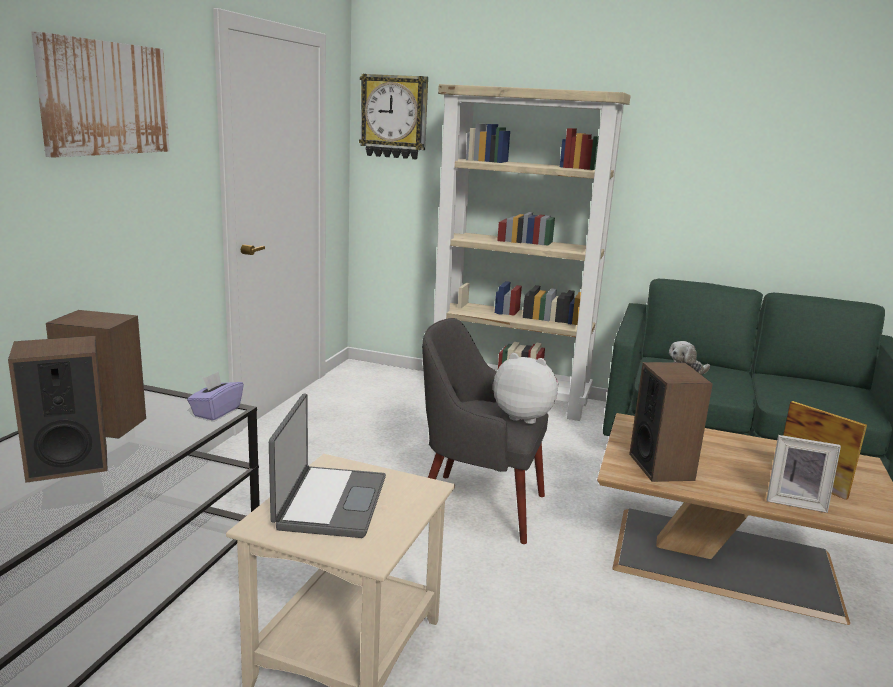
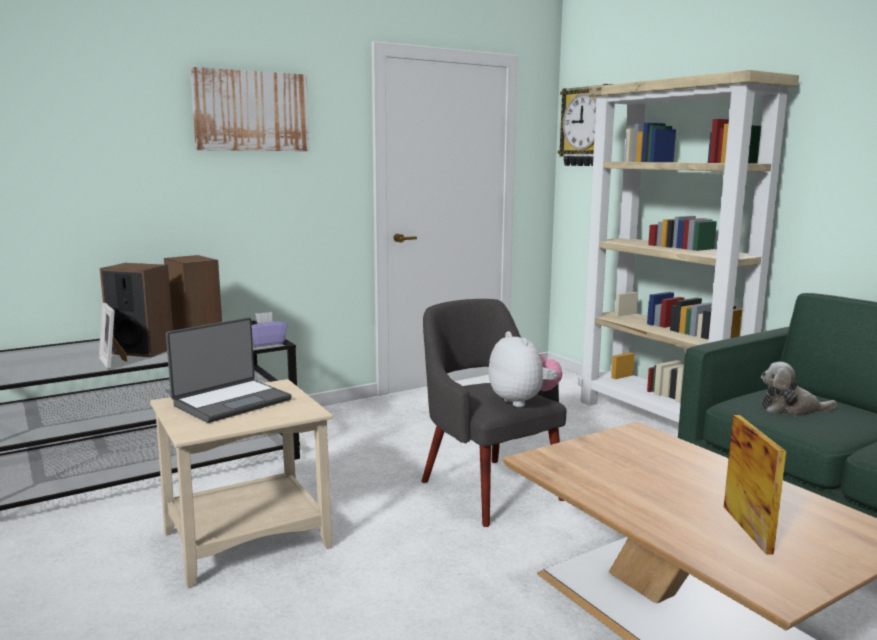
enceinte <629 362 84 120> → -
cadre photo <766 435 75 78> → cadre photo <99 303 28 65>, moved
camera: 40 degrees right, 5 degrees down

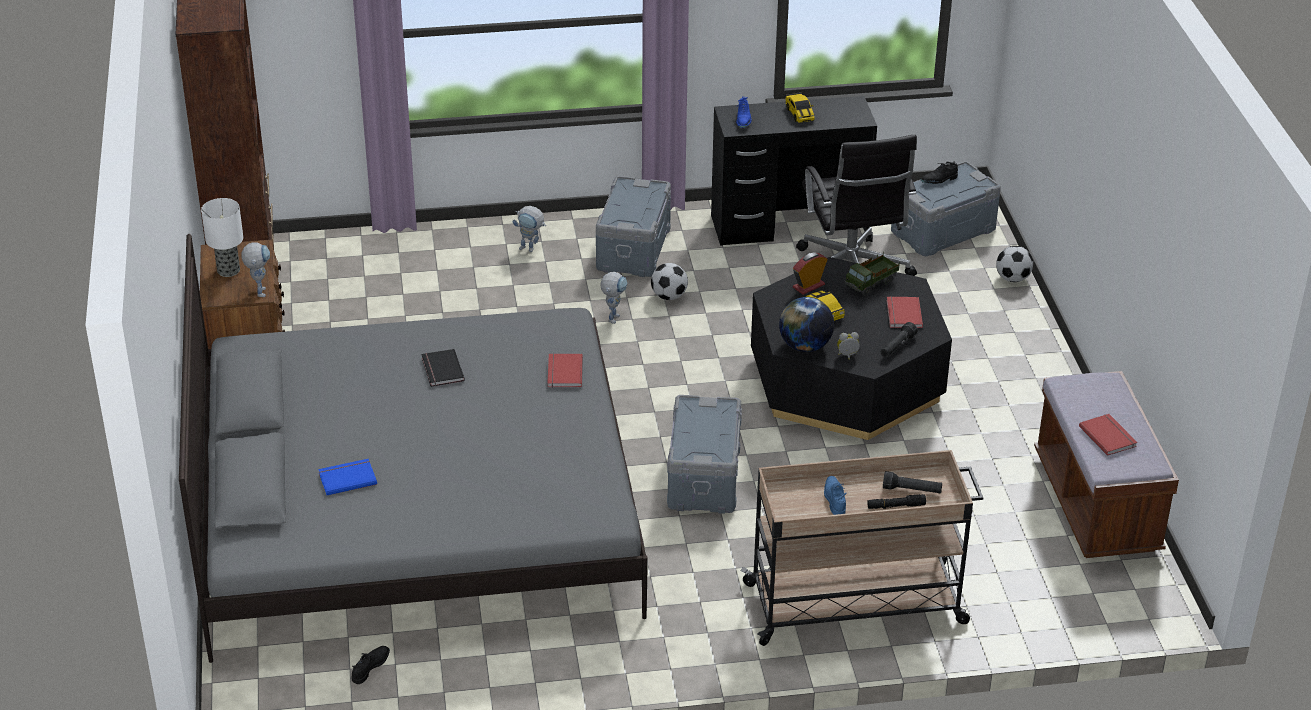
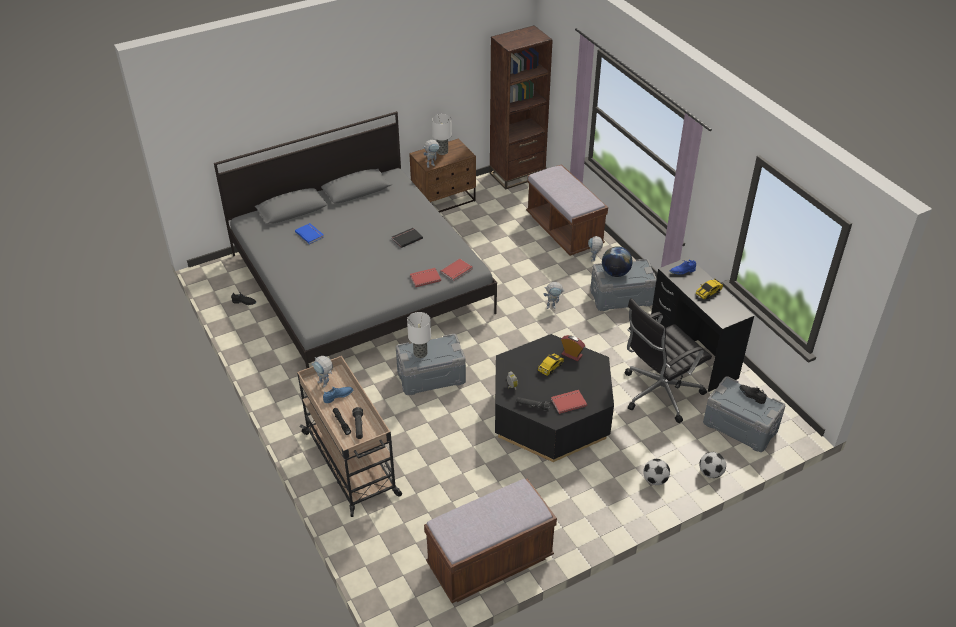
ballon de foot <651 263 37 37> → ballon de foot <643 459 27 26>, moved
globe <779 297 55 55> → globe <602 246 30 31>, moved
camion jouet <844 252 56 44> → -
livre (rouge) <1079 414 59 42> → livre (rouge) <440 259 32 22>, moved
- → robot jouet <312 356 21 32>
- → lampe de table <407 312 24 46>
- → banc (marron) <526 164 82 92>
camera: 70 degrees right, 5 degrees up

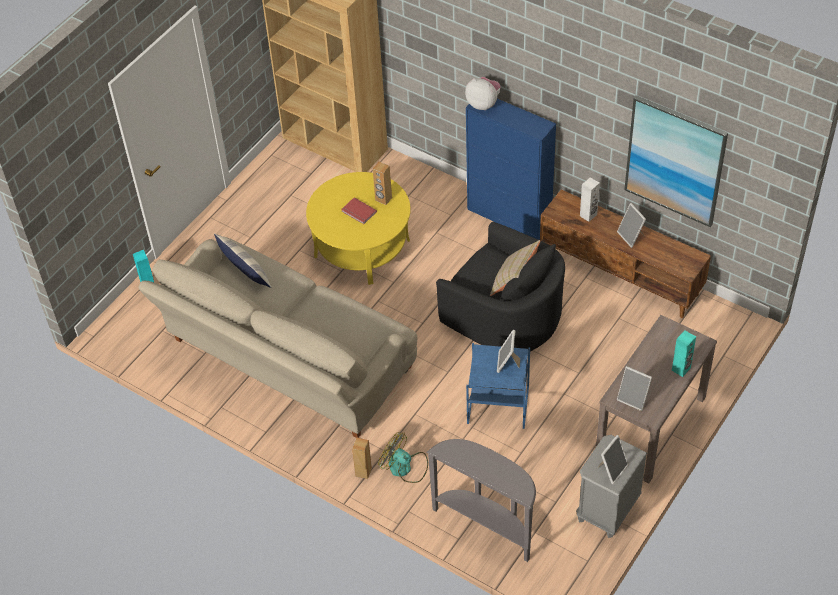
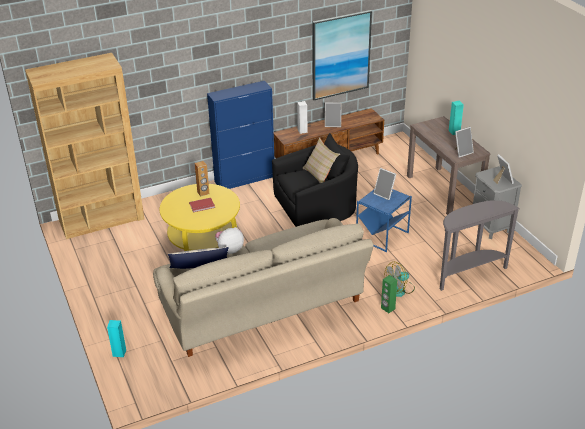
enceinte (marron) <352 437 20 42> → enceinte (vert) <381 275 16 38>
peluche <465 77 36 33> → peluche <215 227 29 28>, moved
camera: 60 degrees left, 15 degrees down

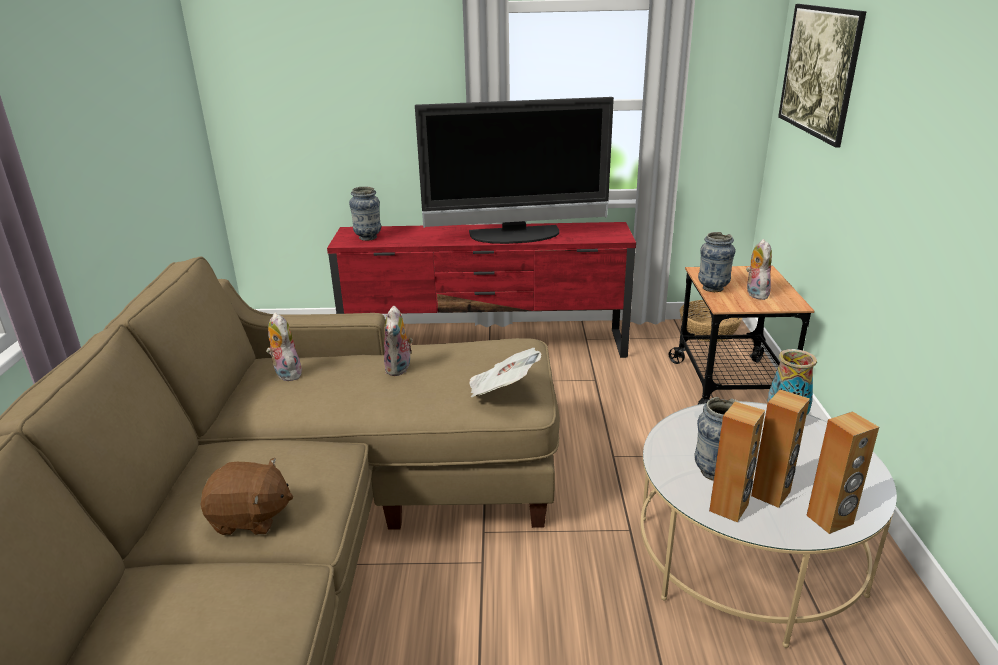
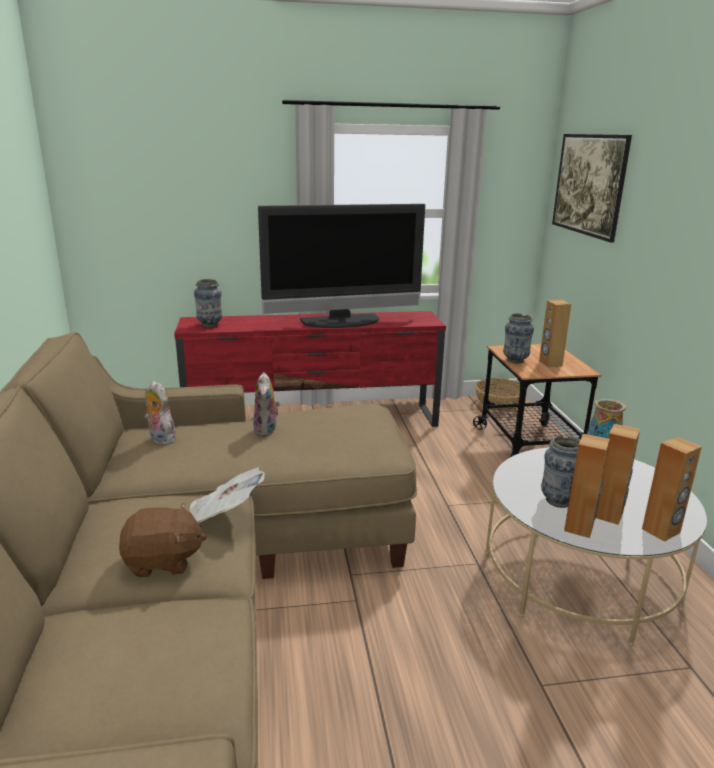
journal <470 348 71 49> → journal <189 467 76 56>, moved
peluche <746 239 26 61> → enceinte (marron) <539 300 32 67>
camera: 10 degrees left, 5 degrees down

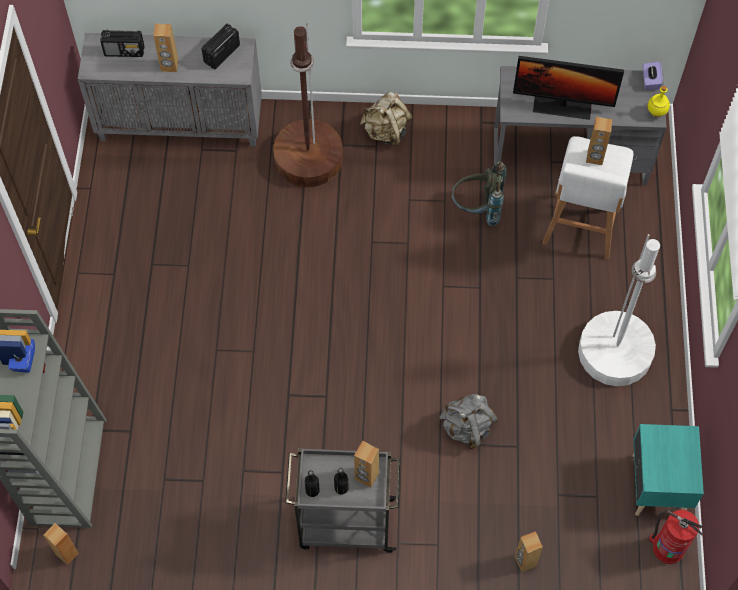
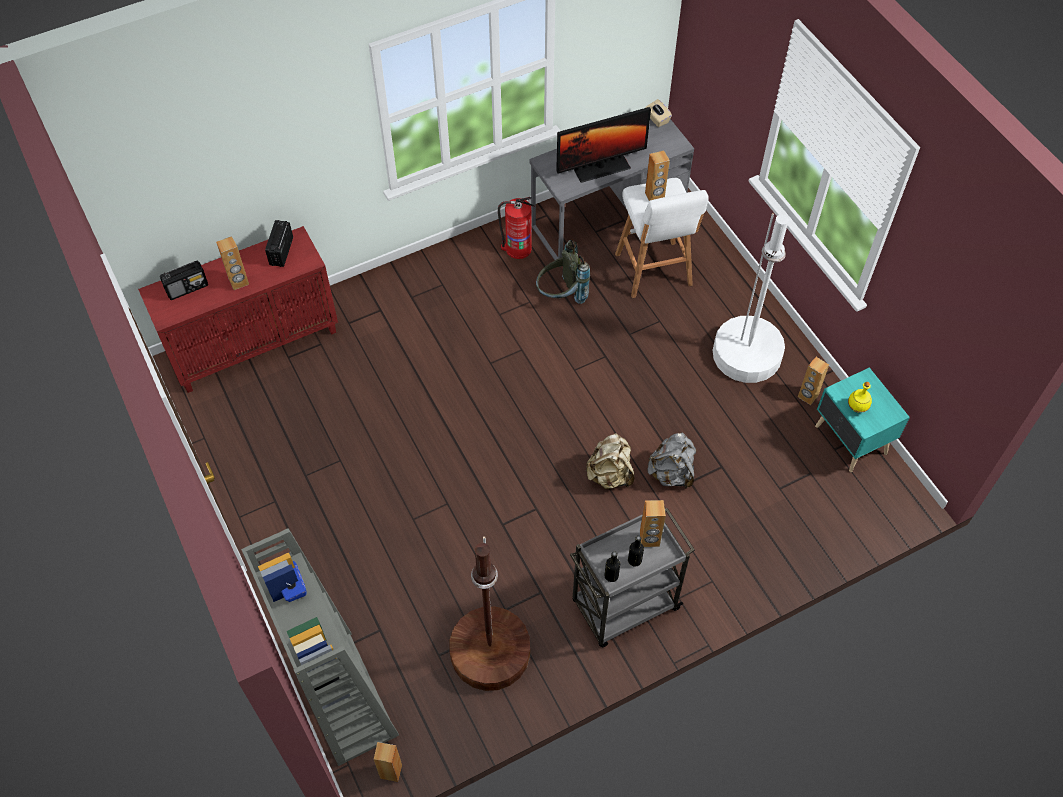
meuble de rangement (gris) <78 33 184 114> → meuble de rangement (rouge) <138 226 200 167>
lampadaire (marron) <273 24 70 163> → lampadaire (marron) <449 536 81 155>, moved
sac à dos (beige) <360 92 53 55> → sac à dos (beige) <586 433 48 56>, moved
enceinte (marron) <515 531 28 41> → enceinte (marron) <798 357 31 48>, moved
boîte à mouchoirs (violet) <643 61 20 29> → boîte à mouchoirs (beige) <645 99 27 28>
bouteille (jaune) <647 86 23 31> → bouteille (jaune) <848 382 24 31>, moved
extincteur <649 510 54 54> → extincteur <498 197 37 62>, moved
camera: 30 degrees left, 5 degrees down

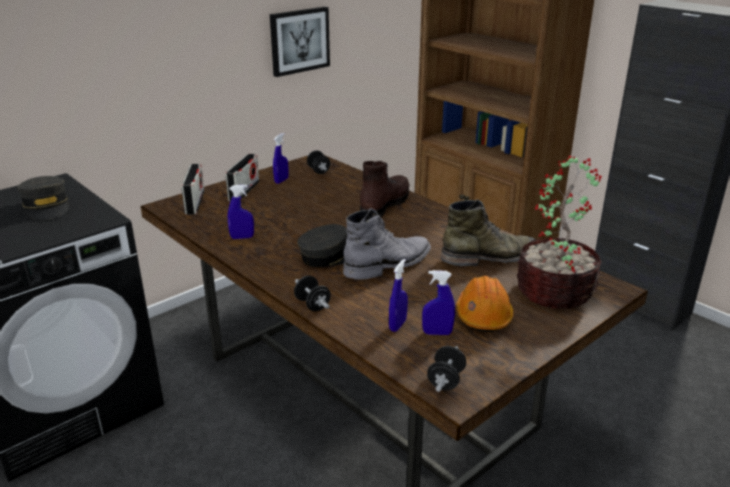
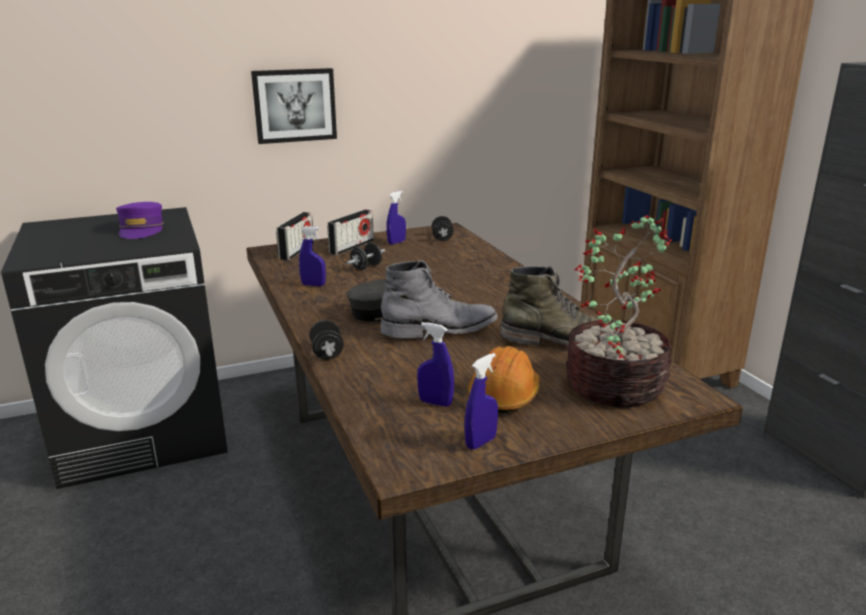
casquette (gris) <17 176 53 44> → casquette (violet) <116 202 48 37>
tableau <270 7 60 70> → tableau <251 68 86 76>, moved
botte (marron) <360 161 49 56> → -
vaporisateur (bleu) <389 259 19 73> → vaporisateur (bleu) <465 353 33 97>, moved
haltère (noir) <427 346 39 46> → haltère (noir) <347 243 38 27>, moved
camera: 20 degrees right, 5 degrees down

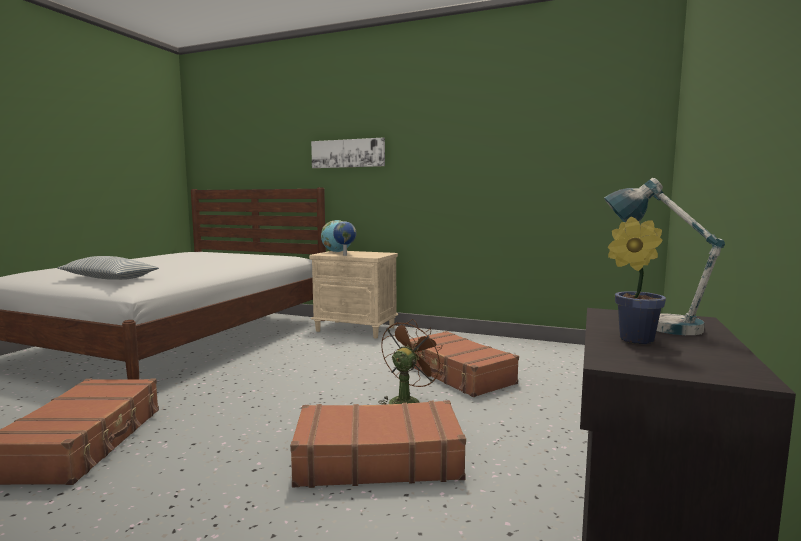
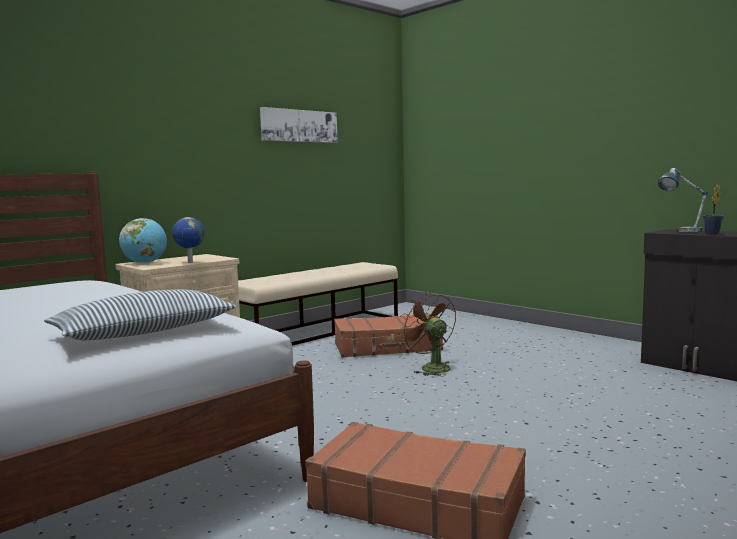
valise (marron) <290 400 176 88> → -
tableau <311 137 74 31> → tableau <260 107 78 36>, moved
- → banc (beige) <238 262 160 84>
camera: 65 degrees left, 0 degrees up

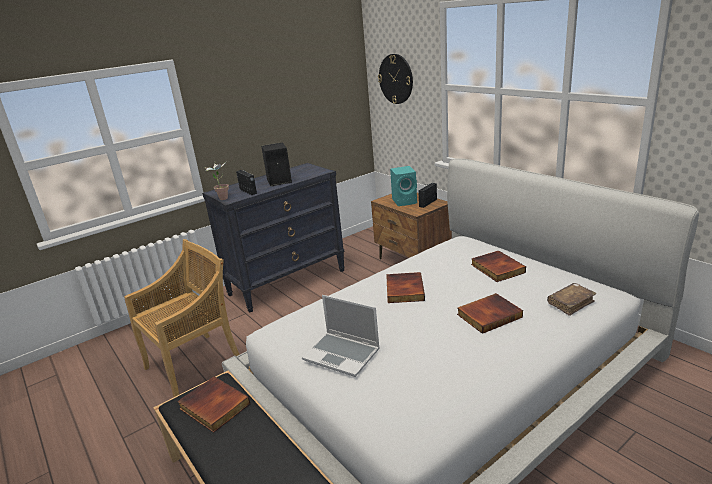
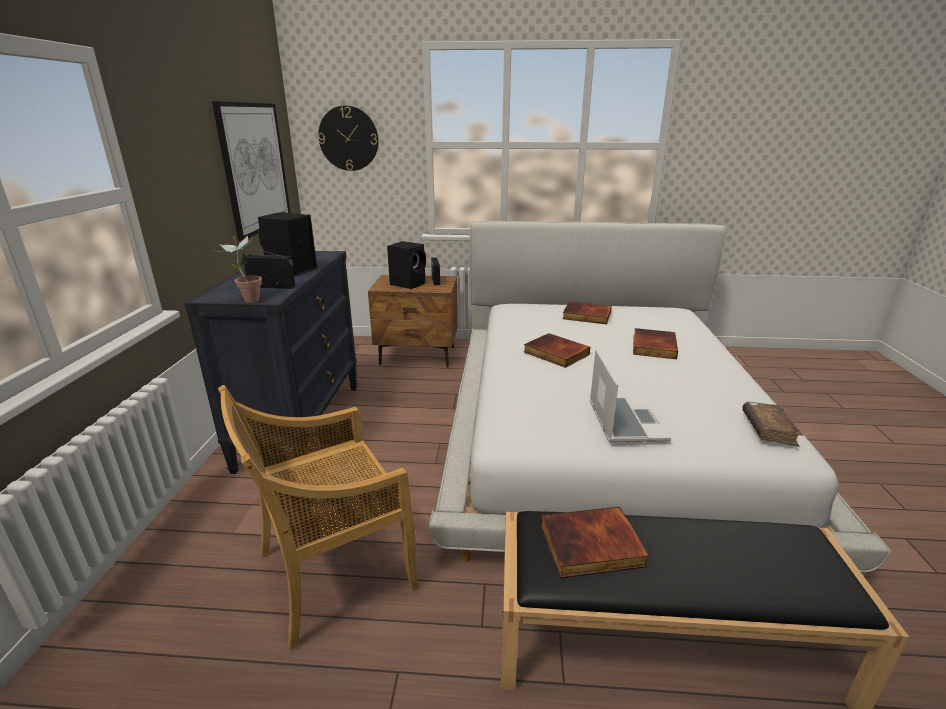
chaise (beige) <124 239 116 158> → chaise (beige) <218 385 202 265>, 120 degrees counterclockwise
ordinateur portable <302 295 78 82> → ordinateur portable <590 349 81 93>, 75 degrees counterclockwise
enceinte (turquoise) <390 166 27 40> → enceinte (noir) <387 241 39 48>
livre (marron) <547 283 49 33> → livre (marron) <742 402 61 45>, moved
- → tableau <212 101 79 140>
camera: 50 degrees left, 0 degrees up

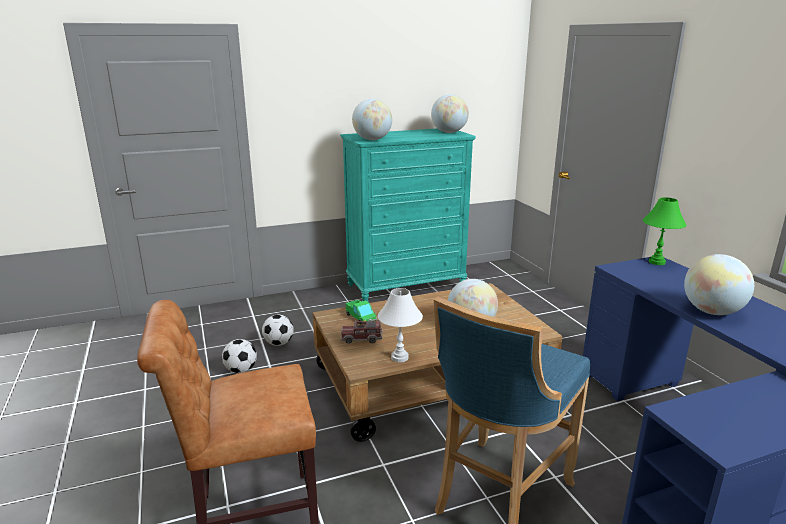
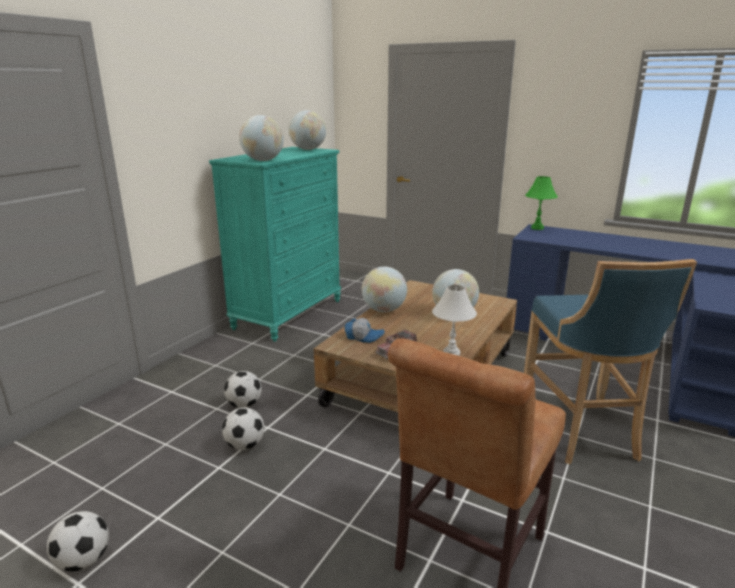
camion jouet <345 300 32 24> → casquette <345 318 40 25>
globe <684 254 70 61> → globe <362 267 45 45>, moved
- → ballon de foot <47 511 62 61>
camera: 40 degrees left, 0 degrees up

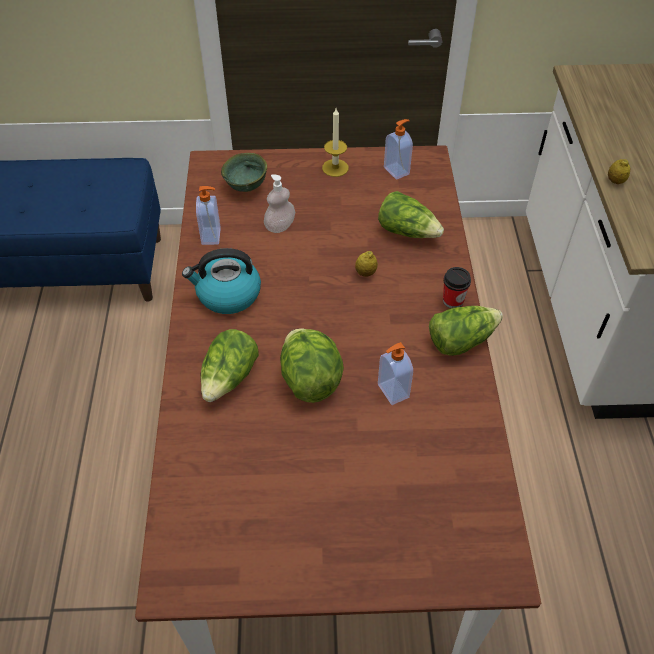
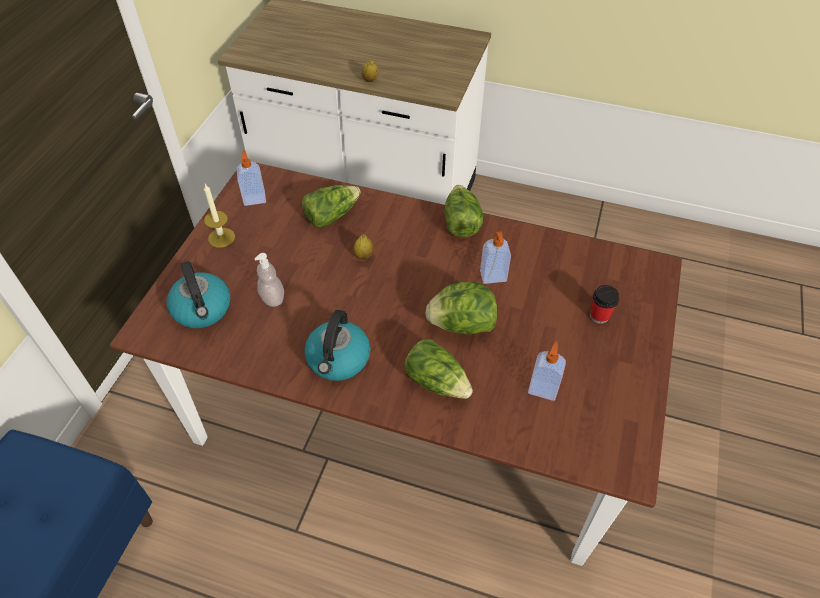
distributeur de savon <196 186 25 59> → distributeur de savon <528 341 38 60>, moved
bol (vert) <221 153 46 39> → bouilloire <166 261 65 67>
tasse <443 267 28 41> → tasse <590 285 29 39>, moved
camera: 70 degrees left, 0 degrees up

